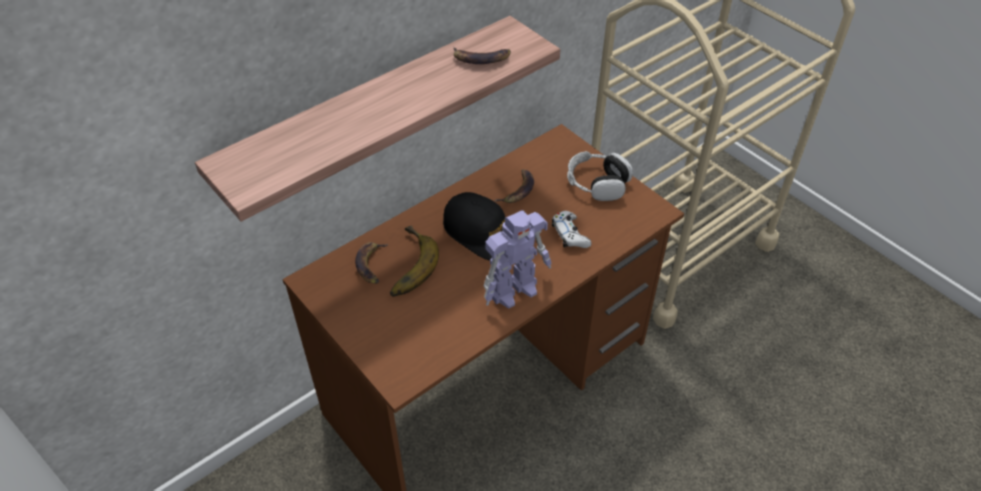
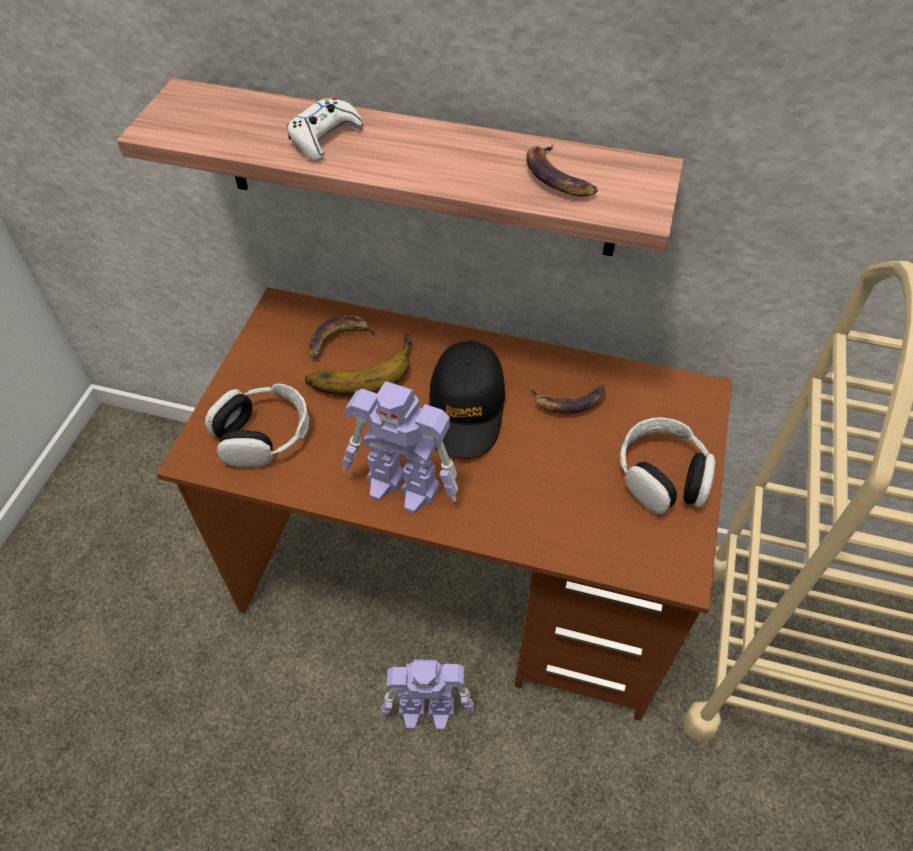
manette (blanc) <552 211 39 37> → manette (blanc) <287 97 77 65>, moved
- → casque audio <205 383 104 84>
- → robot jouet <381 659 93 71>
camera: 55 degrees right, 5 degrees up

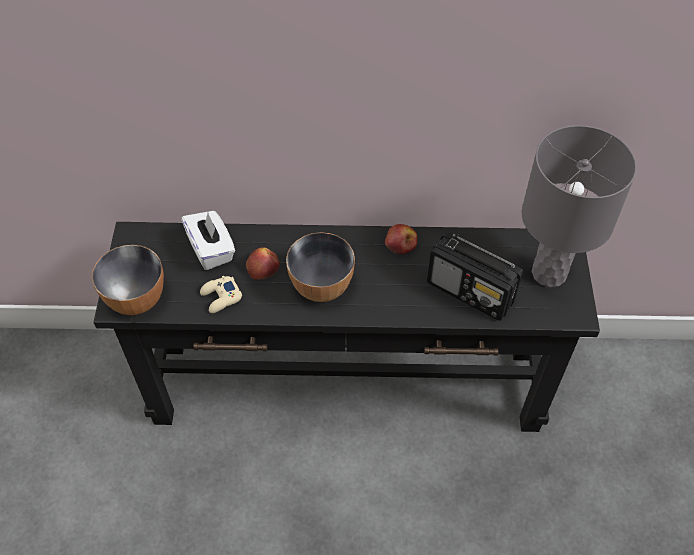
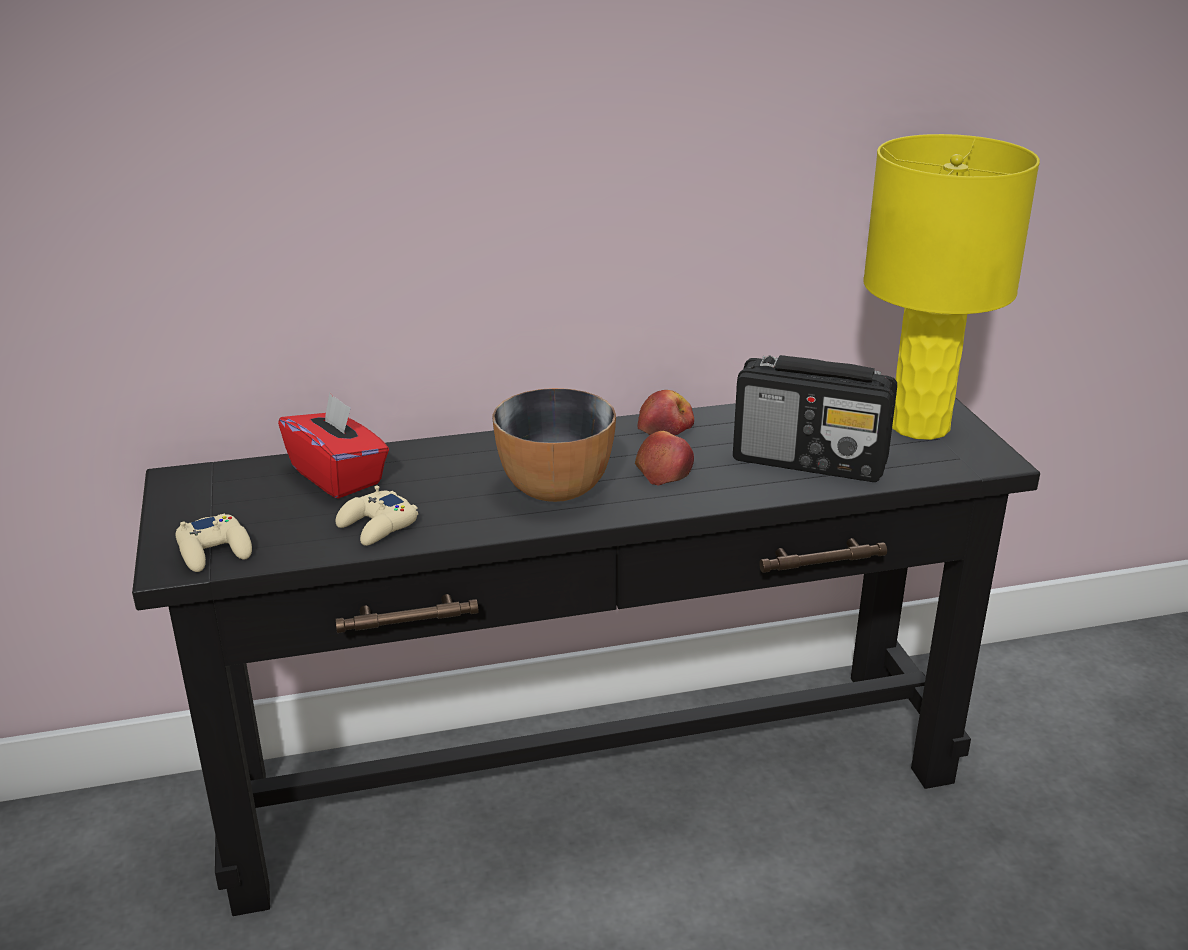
bol <92 245 72 70> → manette (beige) <176 513 76 59>
boîte à mouchoirs (blanc) <181 211 54 59> → boîte à mouchoirs (rouge) <278 393 111 106>
pomme <246 247 34 33> → pomme <635 431 59 55>, moved
lampe de table (gris) <522 125 115 163> → lampe de table (jaune) <863 134 177 306>
camera: 15 degrees left, 25 degrees down

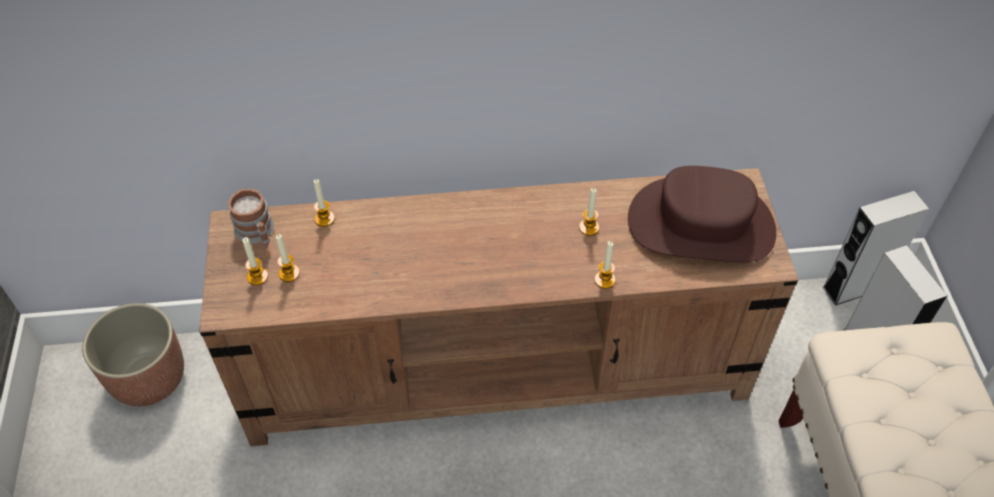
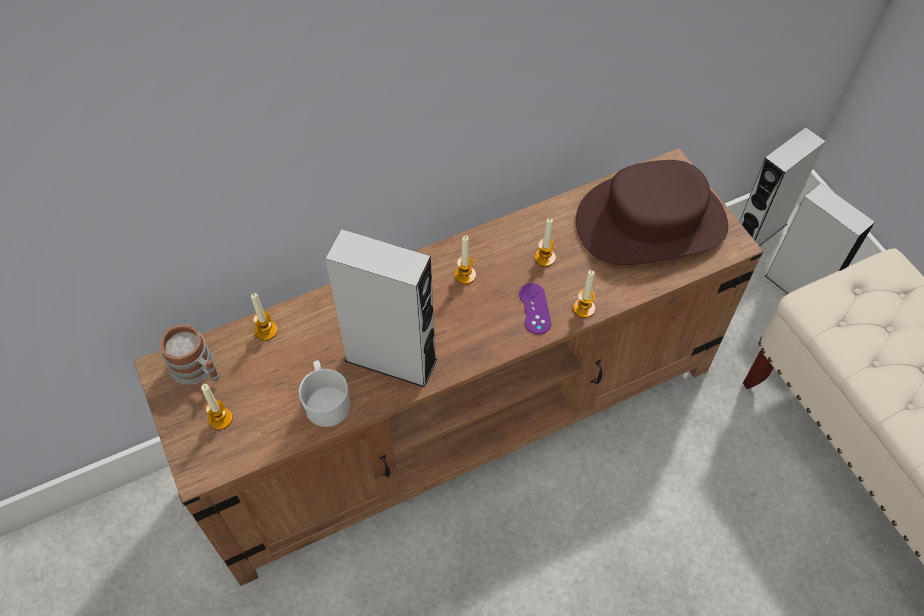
cache-pot <82 303 102 103> → -
bougie <276 234 24 48> → bougie <454 236 22 48>, moved
- → mug (blanc) <298 360 52 67>
- → enceinte (gris) <325 229 112 159>
- → manette (violet) <519 283 32 51>
camera: 20 degrees left, 5 degrees up

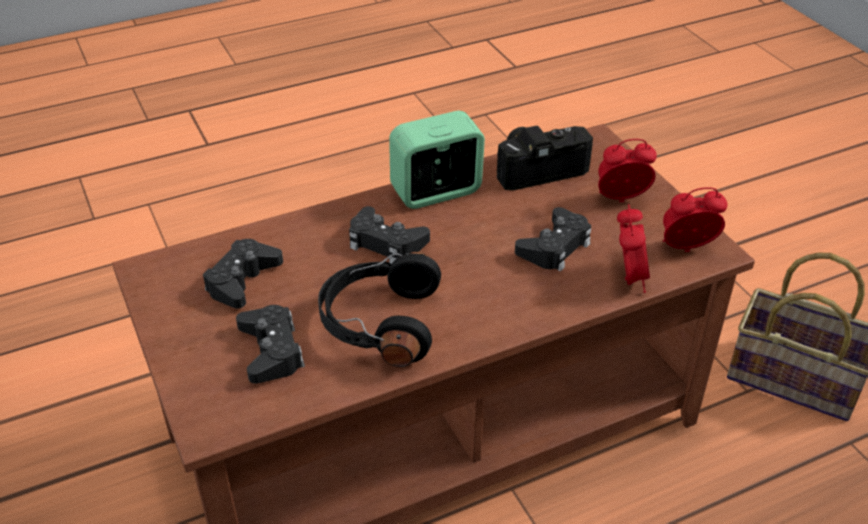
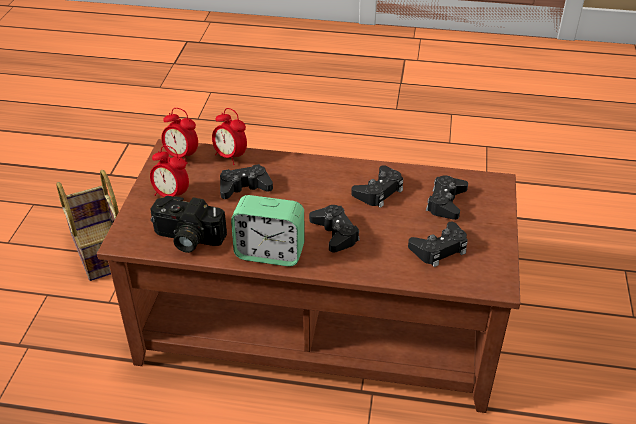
casque audio (noir) <318 252 123 115> → manette (noir) <351 165 52 43>
réveil <617 204 33 89> → réveil <212 108 35 57>, 90 degrees counterclockwise
camera: 145 degrees left, 0 degrees up

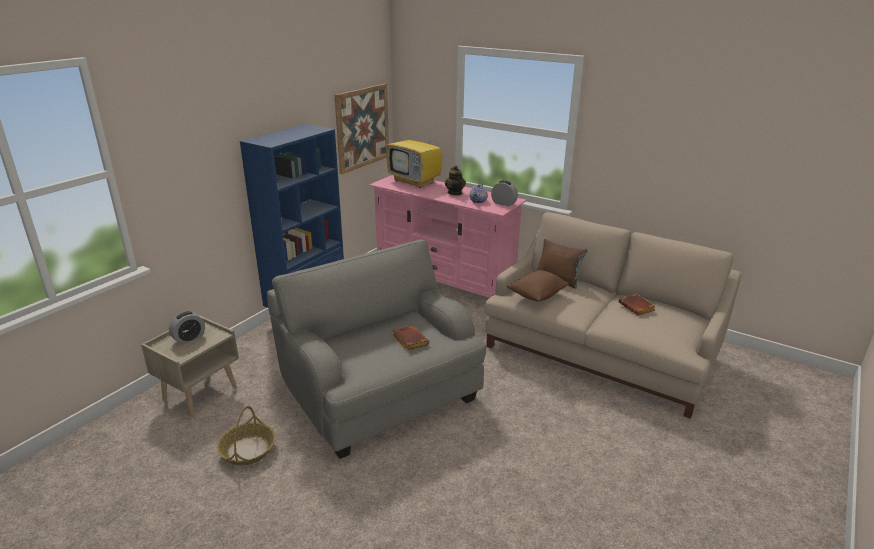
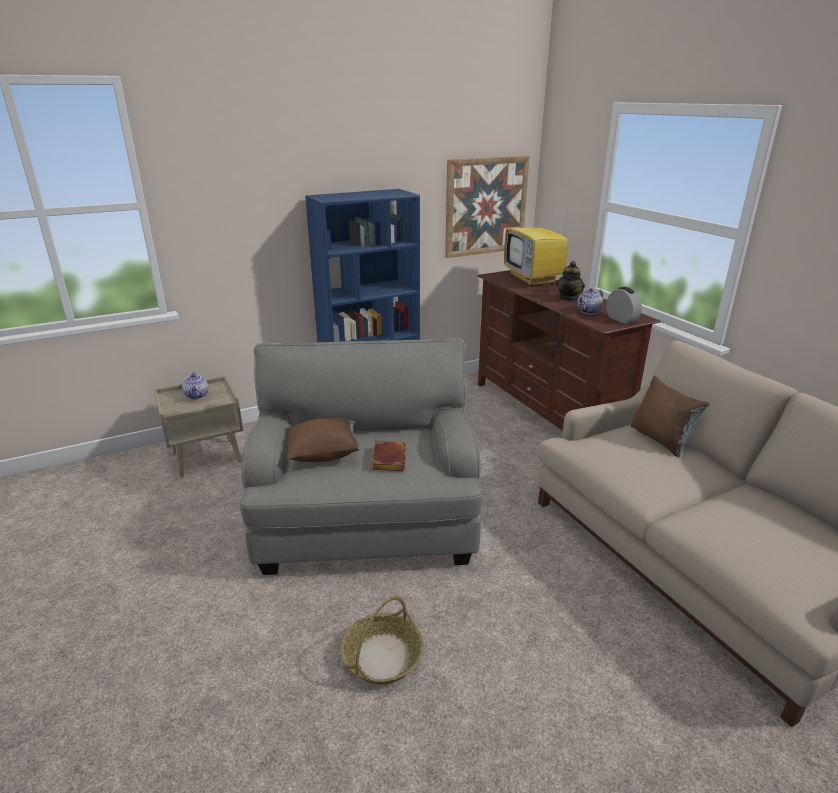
réveil <169 311 36 34> → théière <182 372 26 27>
panier <217 406 59 59> → panier <341 596 83 89>, moved
meuble télé (rose) <369 175 158 123> → meuble télé (marron) <477 270 184 161>
coussin (marron) <507 270 62 32> → coussin (marron) <285 418 76 44>, moved
livre (marron) <618 293 37 23> → -
camera: 30 degrees right, 0 degrees up

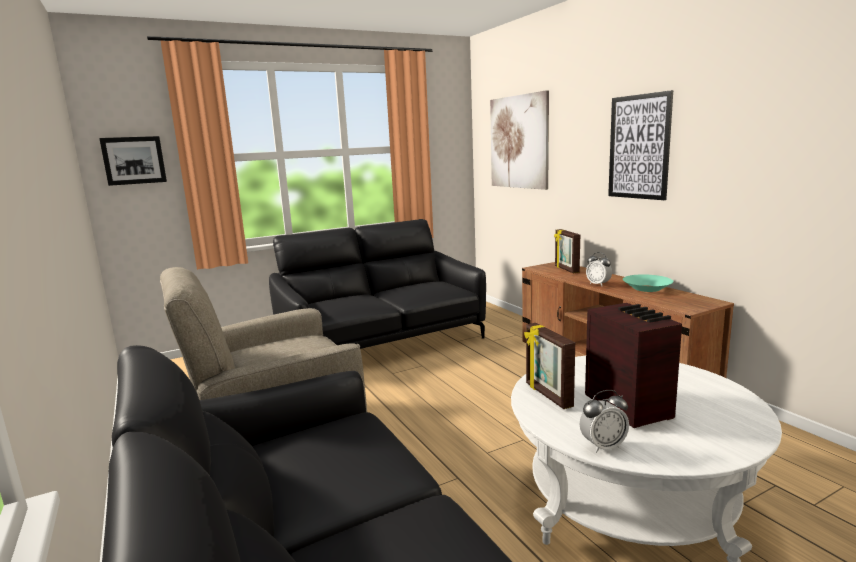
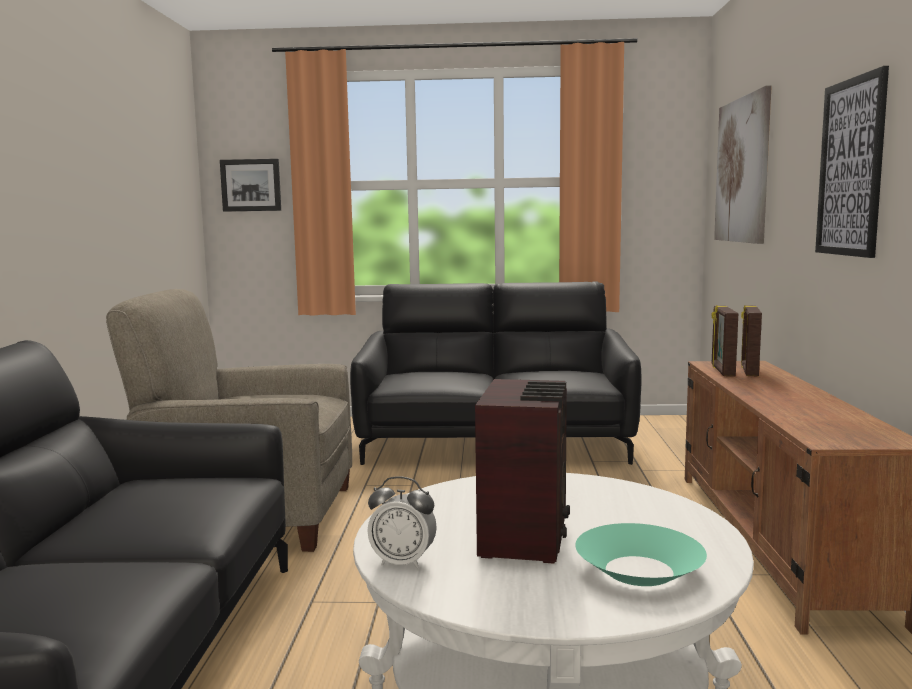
cadre photo <524 323 51 86> → cadre photo <712 306 26 70>, moved
réveil <586 252 26 34> → -
bol (turquoise) <623 274 51 18> → bol (turquoise) <575 523 132 63>, moved
camera: 30 degrees right, 5 degrees down

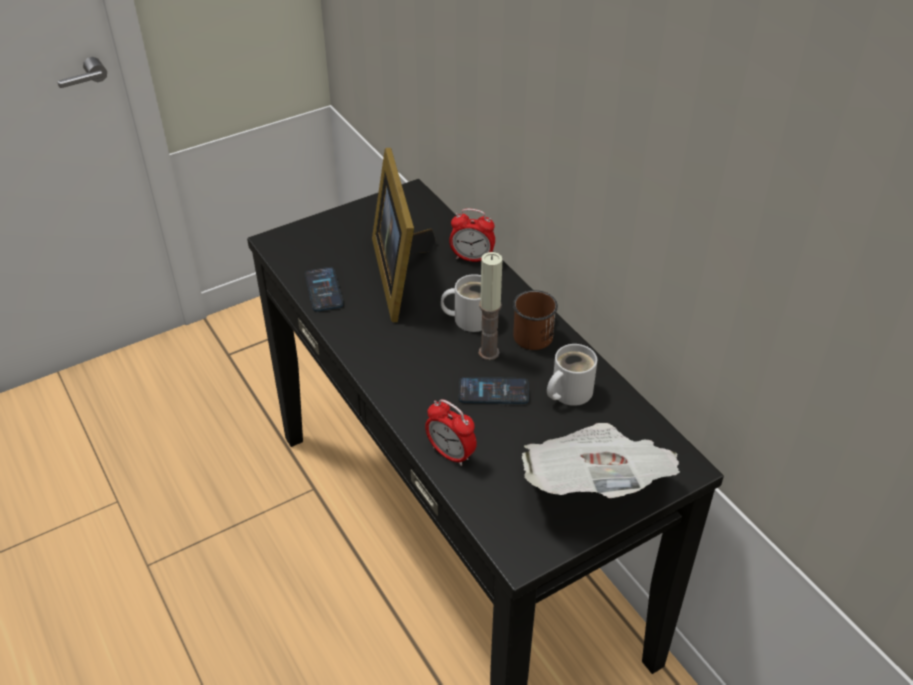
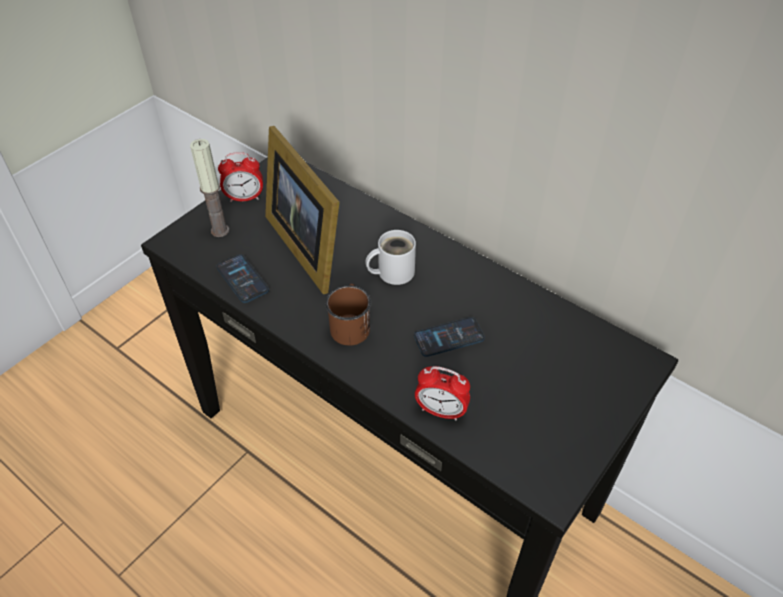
réveil <449 208 46 54> → réveil <218 152 45 50>, moved
bougie <479 252 24 108> → bougie <190 139 39 98>, moved
mug (marron) <513 290 45 60> → mug (marron) <326 284 45 62>, moved
journal <522 423 158 75> → -
mug (blanc) <547 344 50 62> → -
camera: 20 degrees left, 5 degrees up

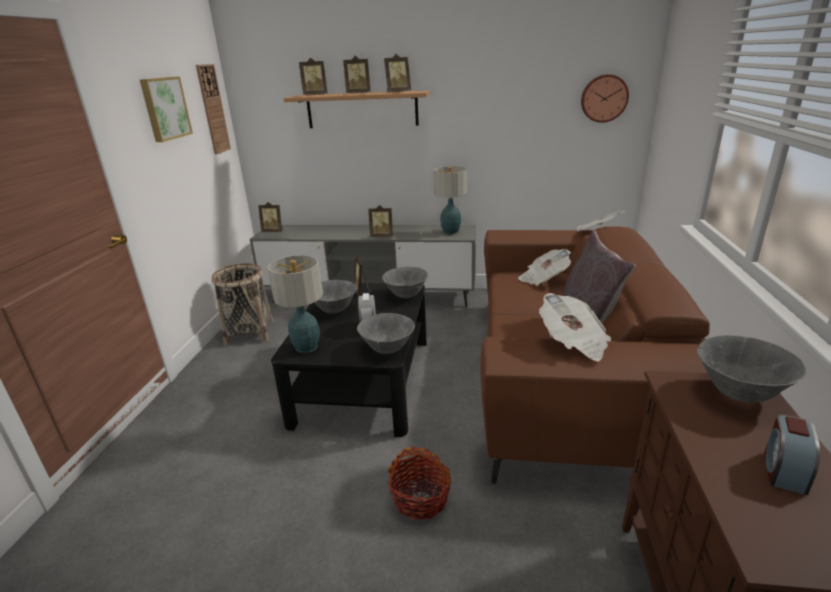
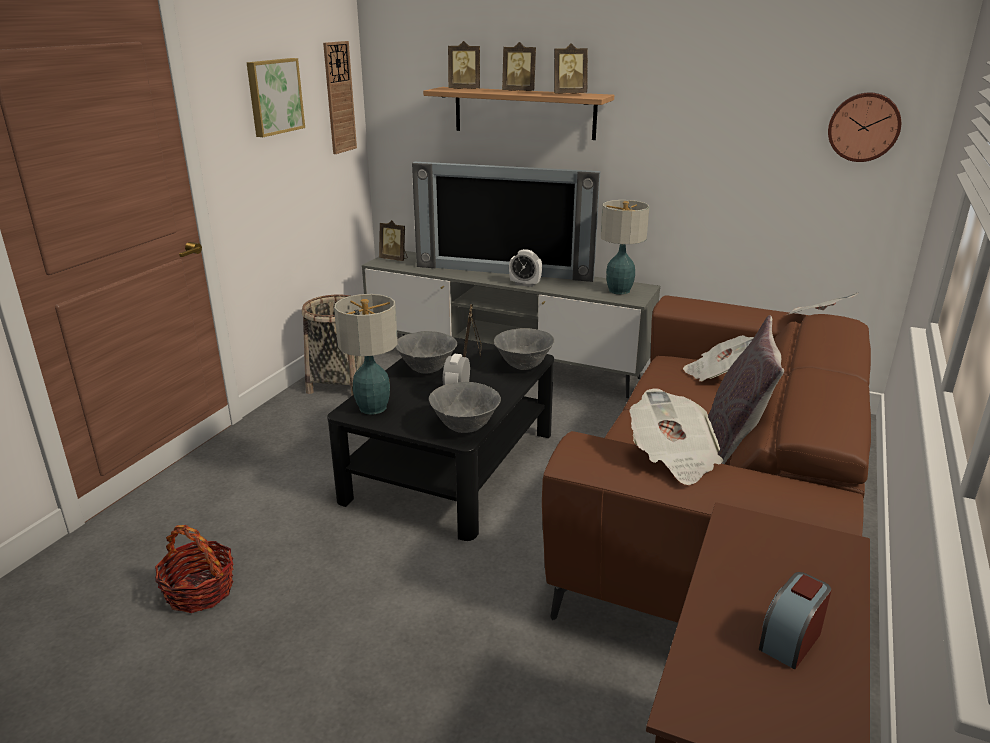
cadre photo <369 205 24 32> → réveil <509 249 33 38>
panier <388 447 63 73> → panier <155 525 78 88>, moved
bol (gris) <697 335 109 68> → -
- → téléviseur <412 162 188 120>
camera: 15 degrees right, 0 degrees up

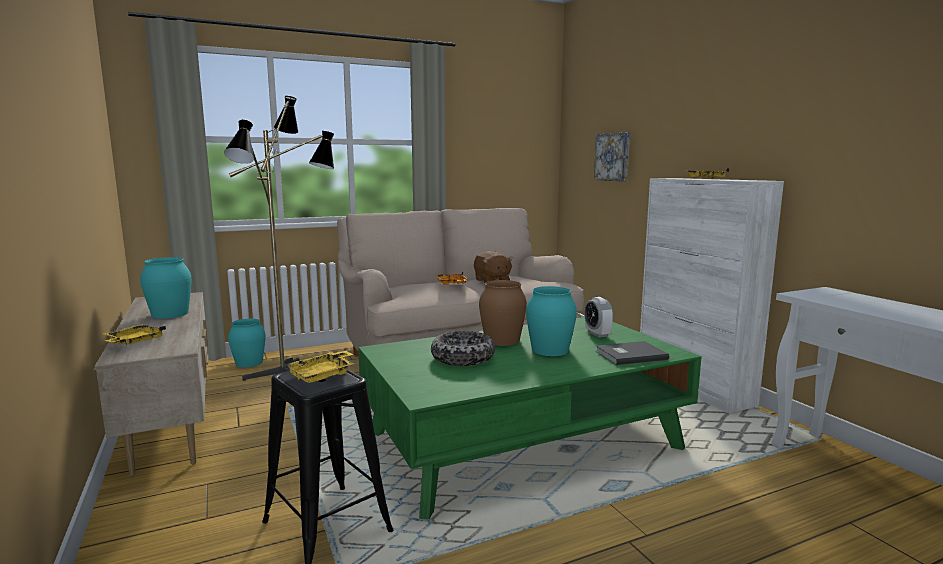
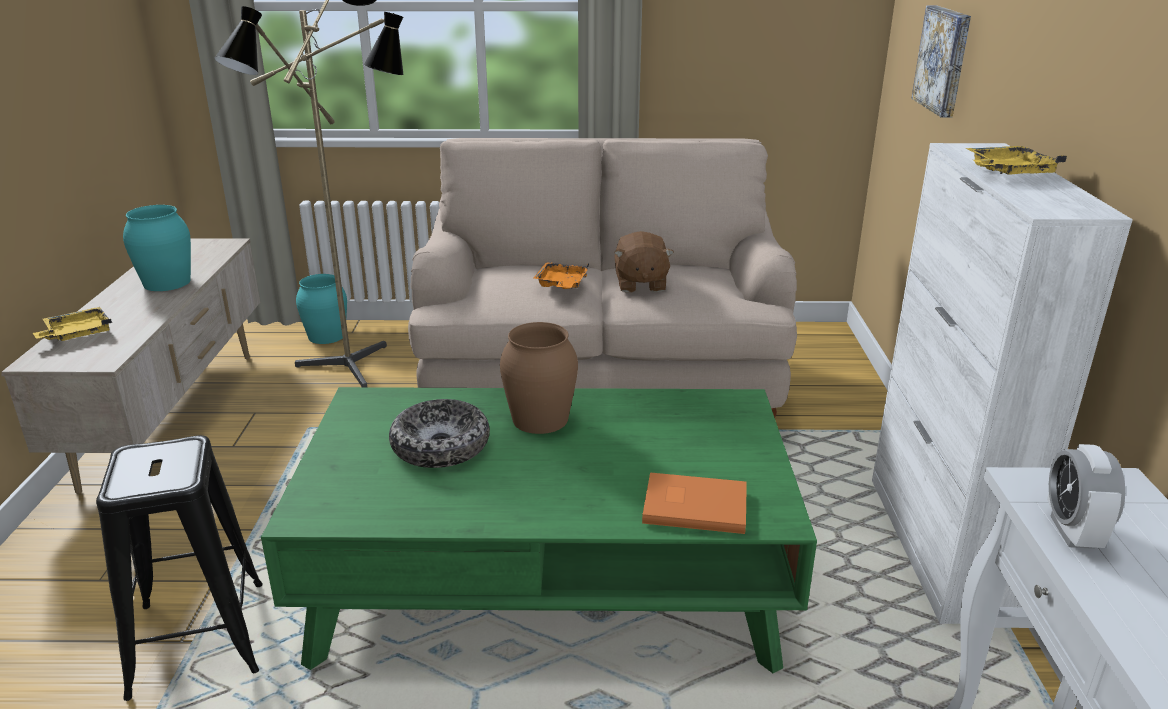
plateau (jaune) <284 351 70 32> → -
vase (turquoise) <526 286 51 70> → -
réveil <584 297 29 41> → réveil <1047 444 78 105>, moved
livre (gris) <595 341 74 24> → livre (orange) <642 472 105 62>
camera: 25 degrees right, 15 degrees up

